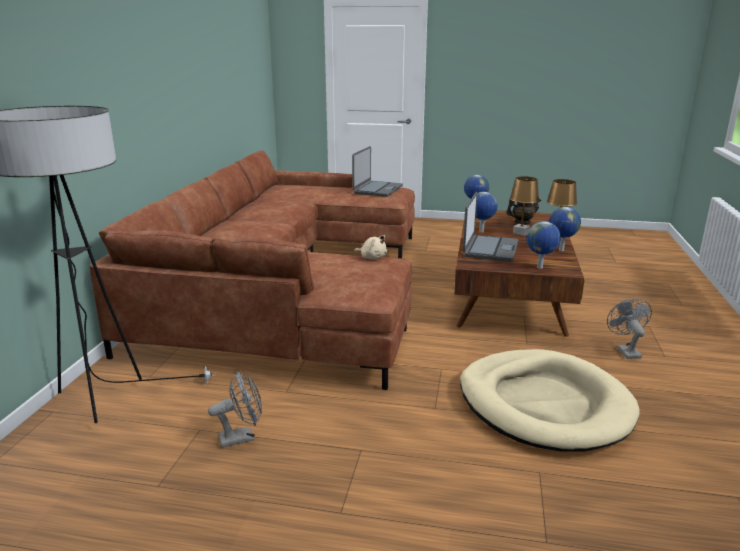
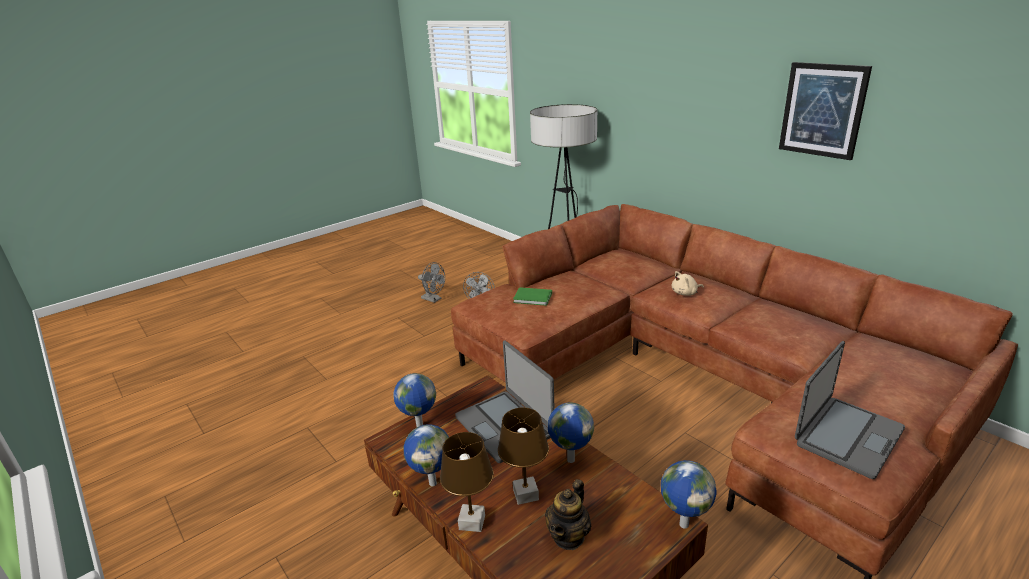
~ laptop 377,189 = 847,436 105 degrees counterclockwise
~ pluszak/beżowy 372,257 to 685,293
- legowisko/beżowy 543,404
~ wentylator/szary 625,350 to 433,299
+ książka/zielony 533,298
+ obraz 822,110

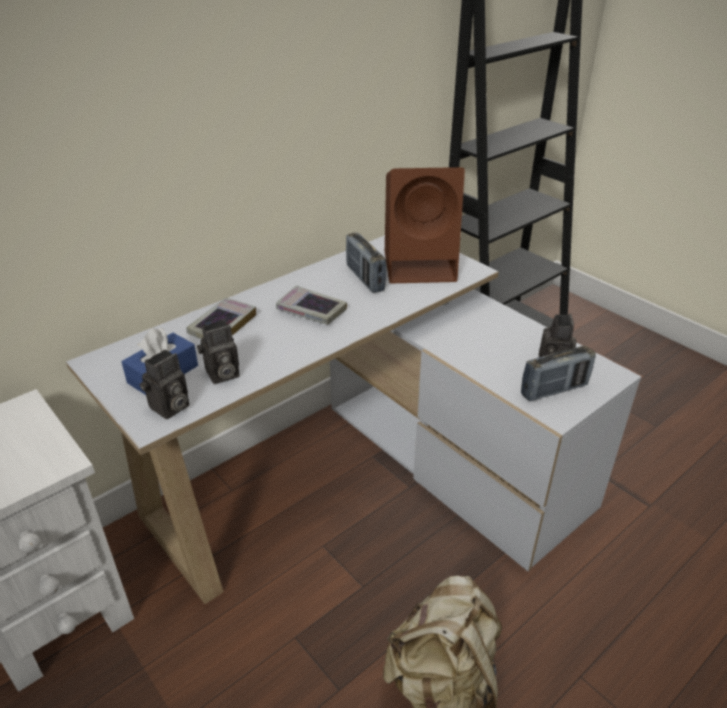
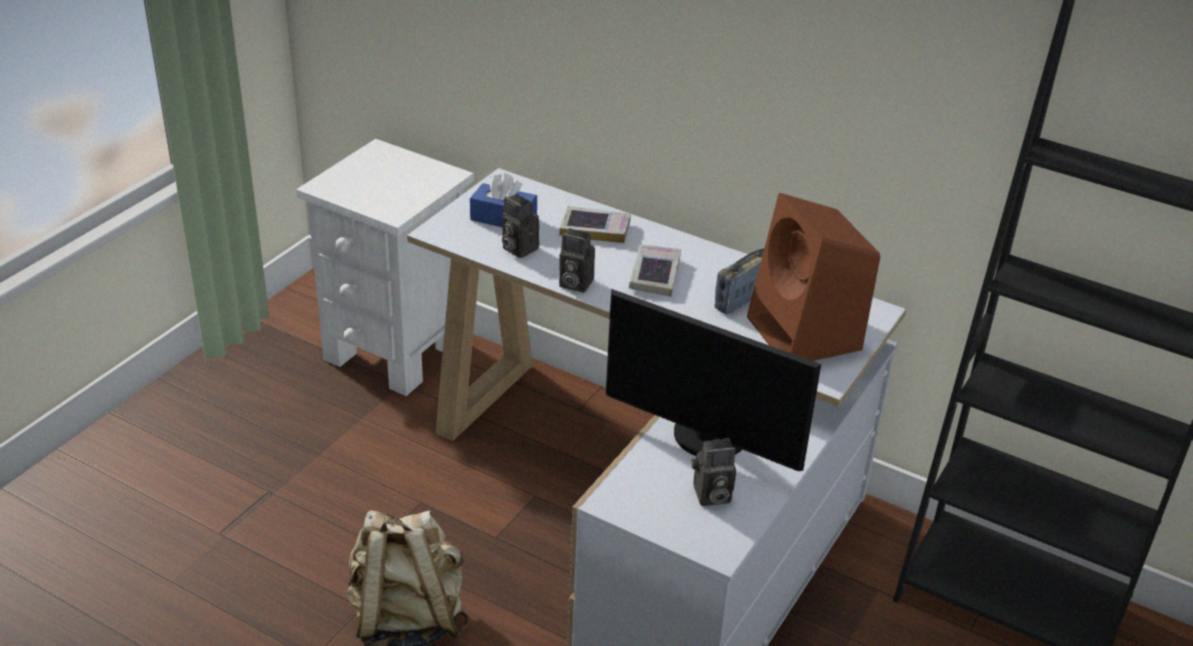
~ aparat fotograficzny 169,408 to 573,283
- radio 554,390
+ monitor 707,439

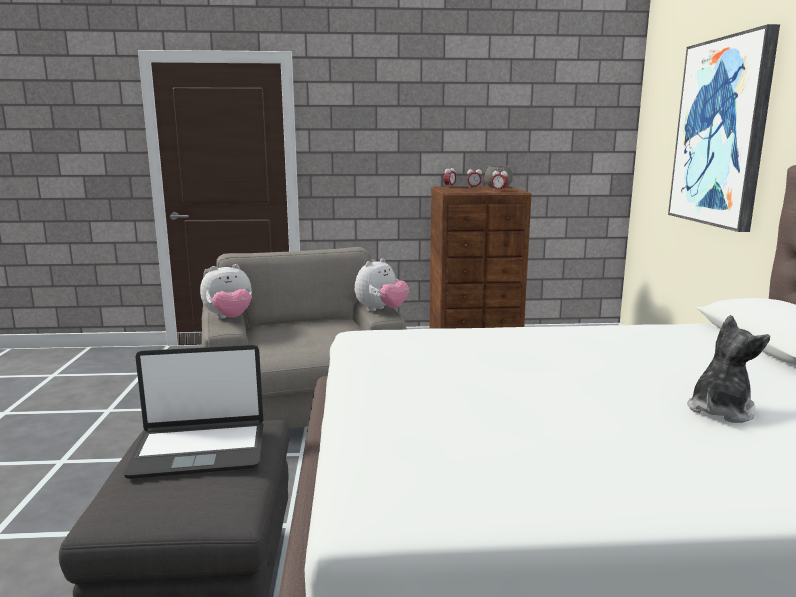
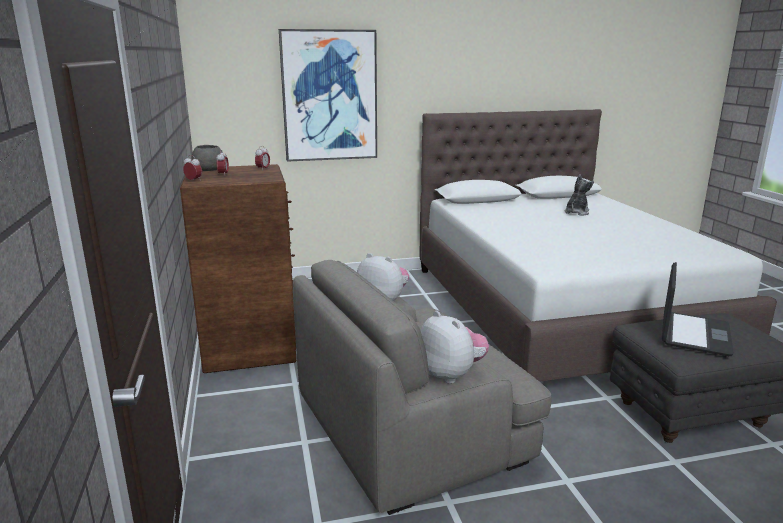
~ laptop 199,450 = 694,334 45 degrees clockwise
~ pluszak 719,410 = 576,212 90 degrees clockwise

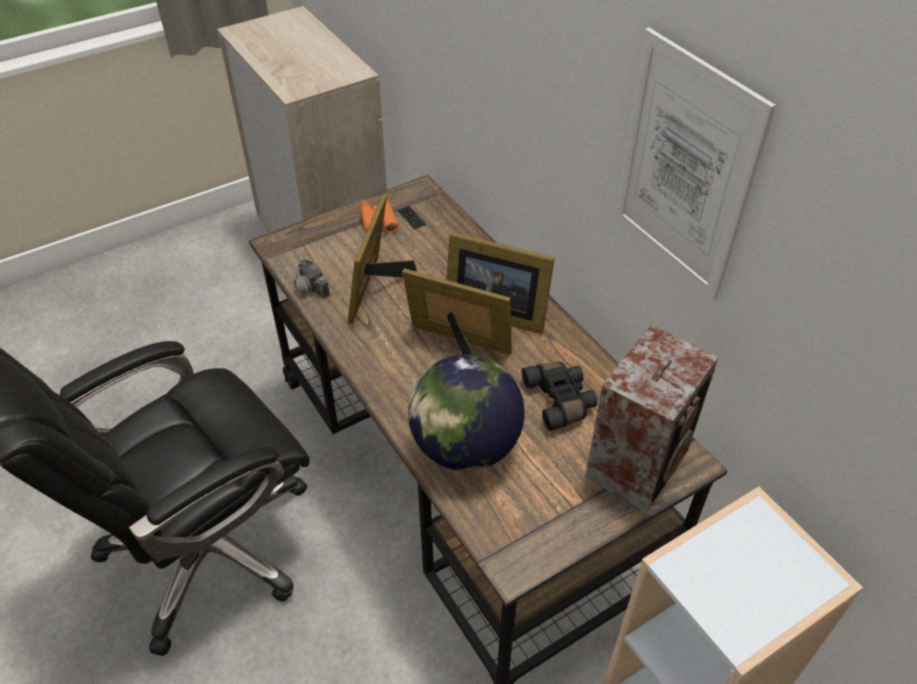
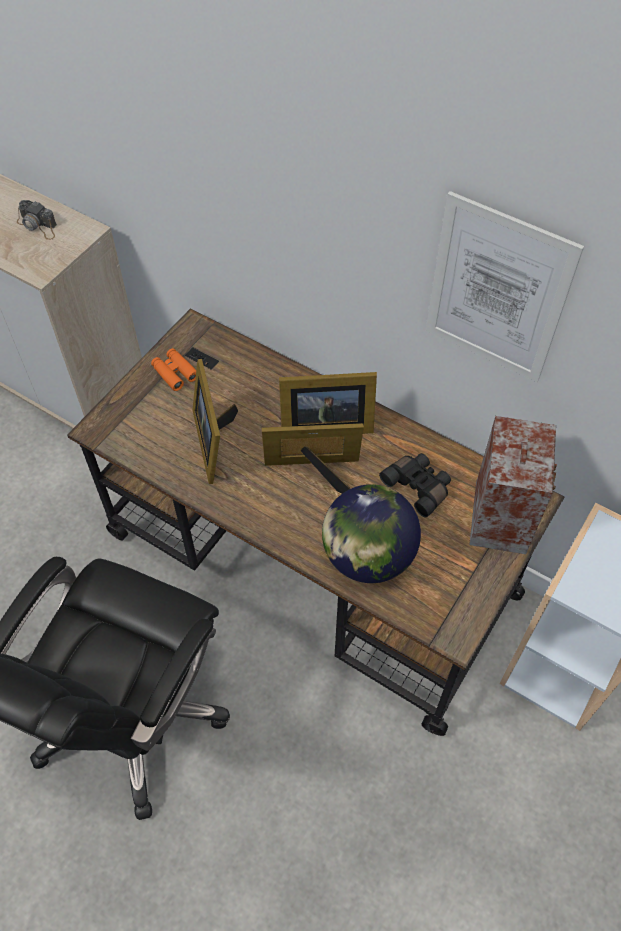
~ aparat fotograficzny 311,291 to 38,226

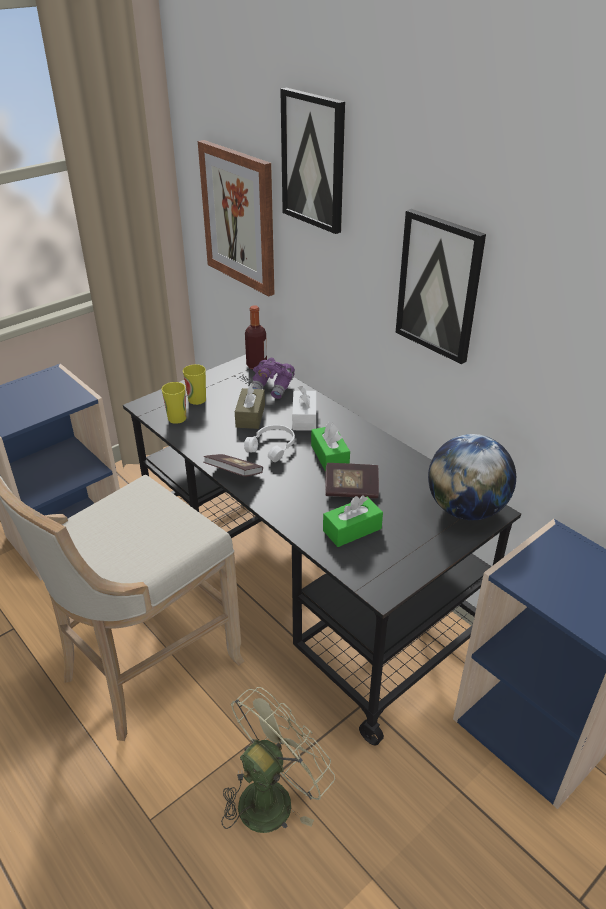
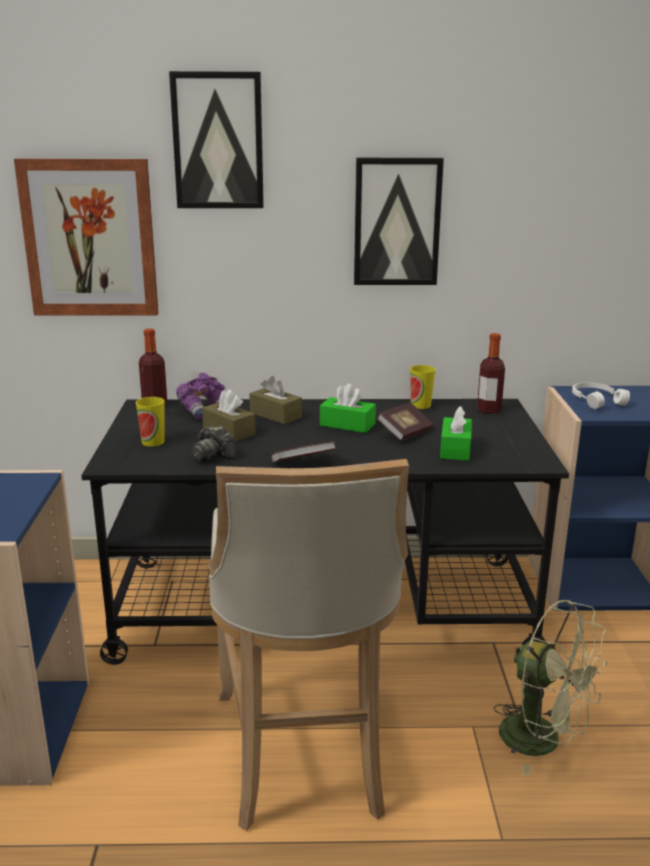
~ filiżanka 177,418 to 420,405
~ wentylator/zielony 272,795 = 543,741 135 degrees clockwise
~ słuchawki/biały 273,447 to 596,401
~ pudełko chusteczek/biały 304,418 to pudełko chusteczek/brązowy 275,415
~ globus 465,509 to butelka 489,410
+ aparat fotograficzny 212,456

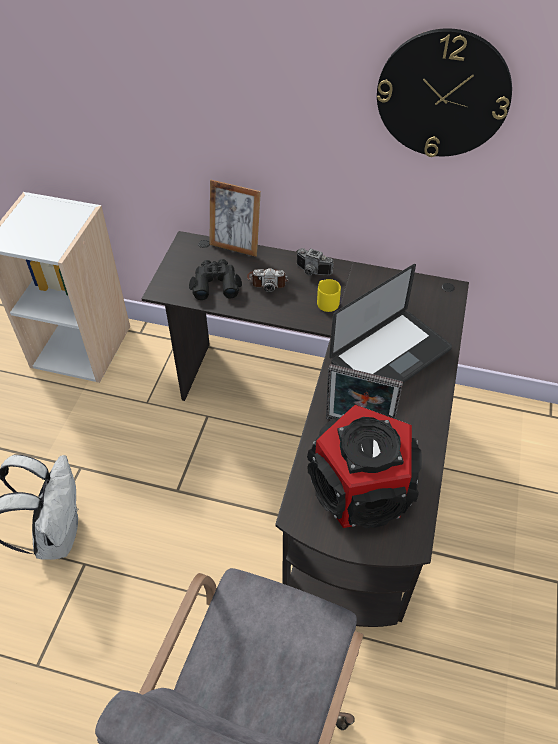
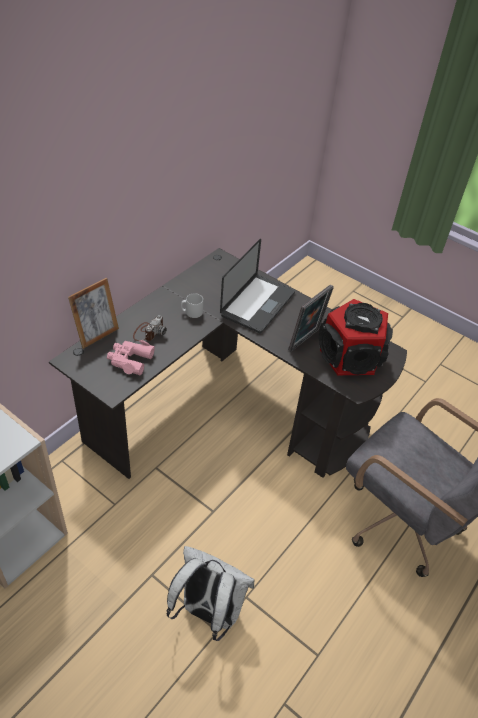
~ lornetka/czarny 215,283 to lornetka/różowy 130,360
- aparat fotograficzny 311,272
~ kubek/żółty 326,302 to kubek/szary 191,312
~ laptop 390,356 = 258,304 45 degrees clockwise
- zegar ścienny 443,95

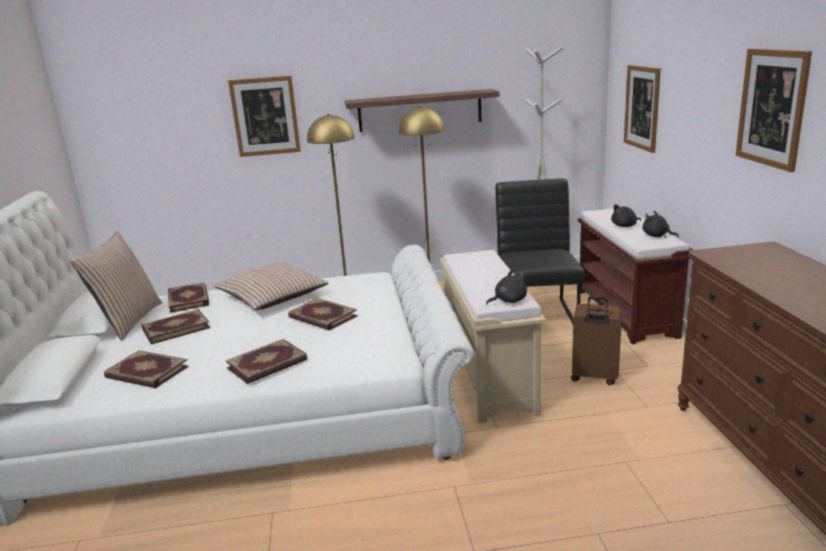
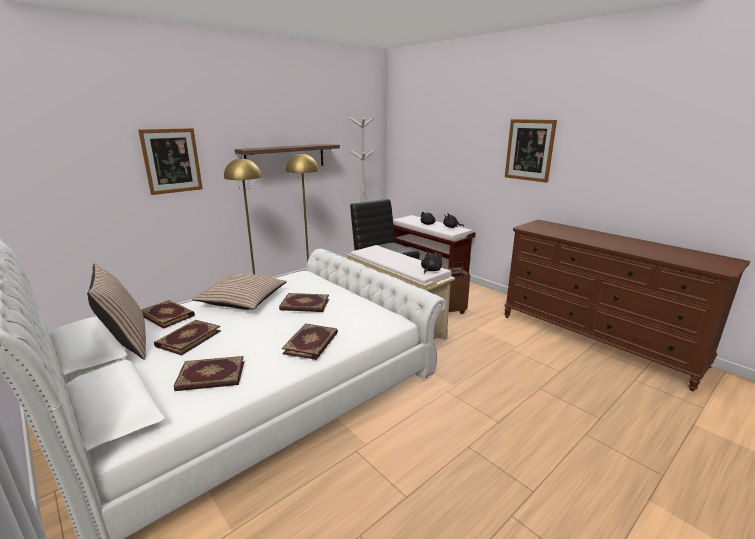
- obraz 642,107

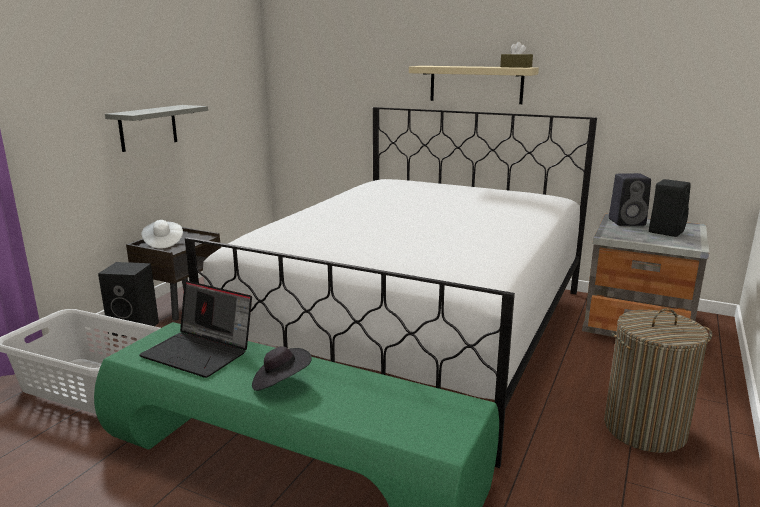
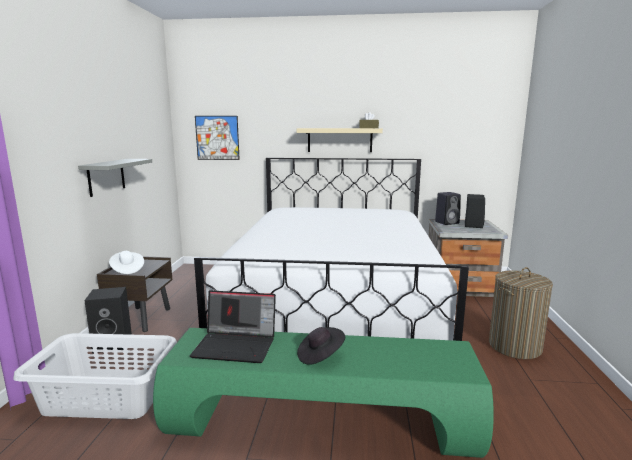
+ obraz 217,138

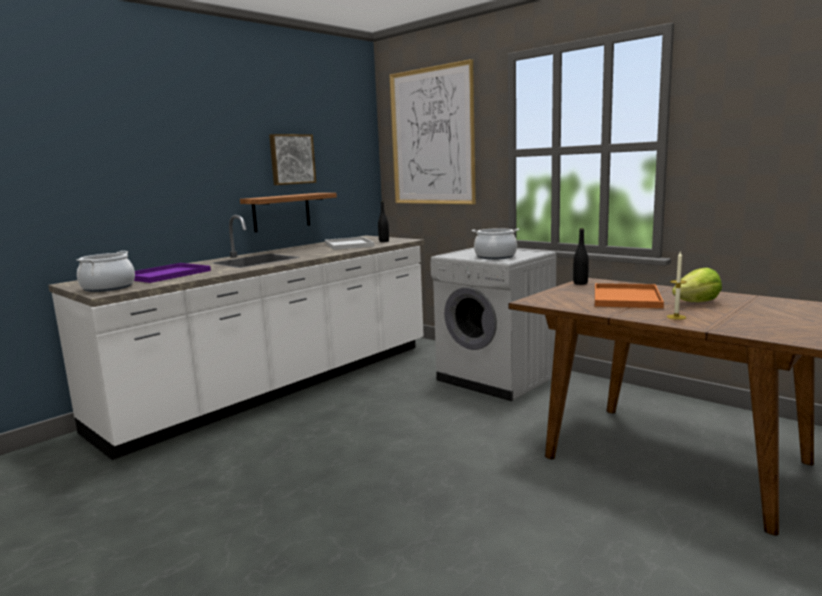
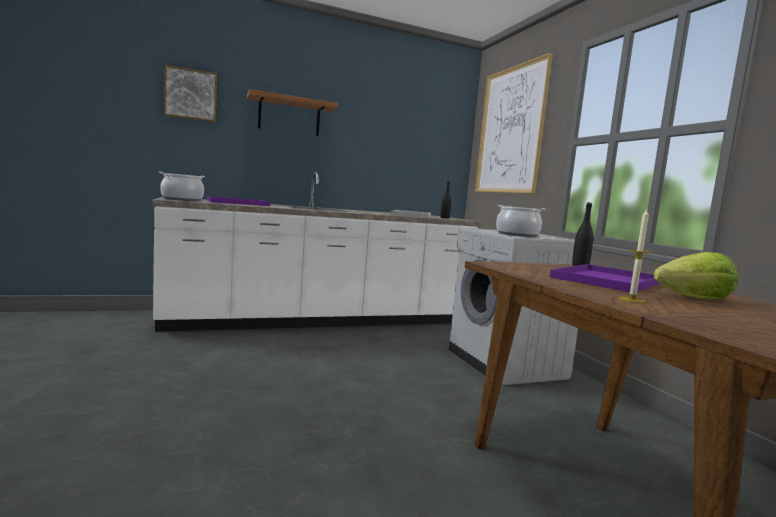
~ półka 281,212 to 289,116
~ obraz 291,159 to 191,94
~ taca/pomarańczowy 625,297 to taca/fioletowy 606,280

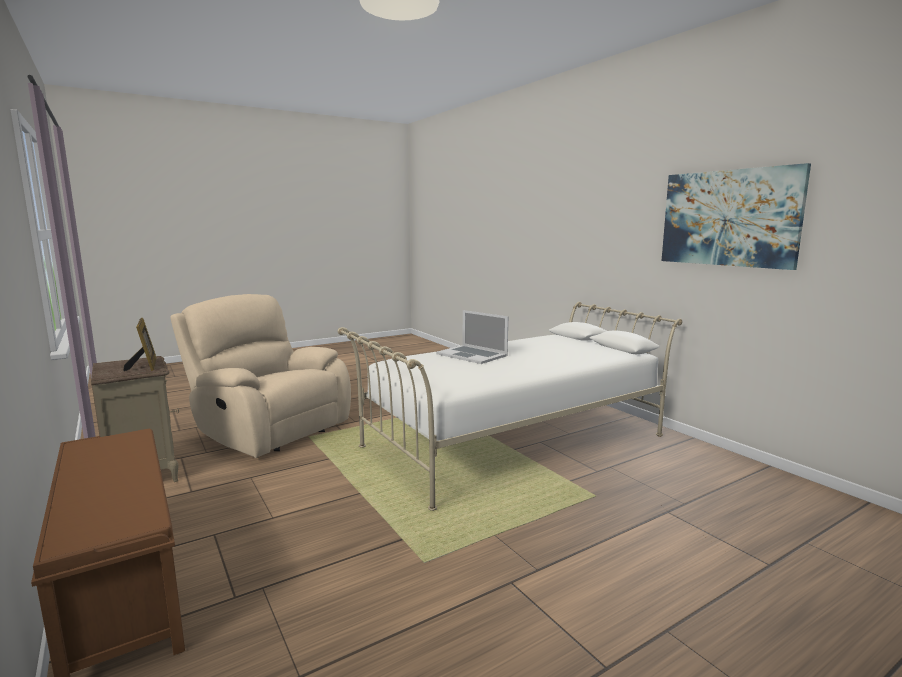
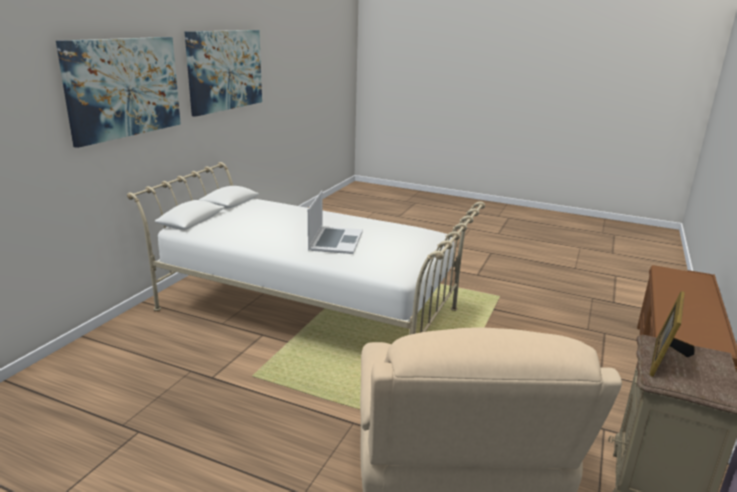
+ obraz 124,87

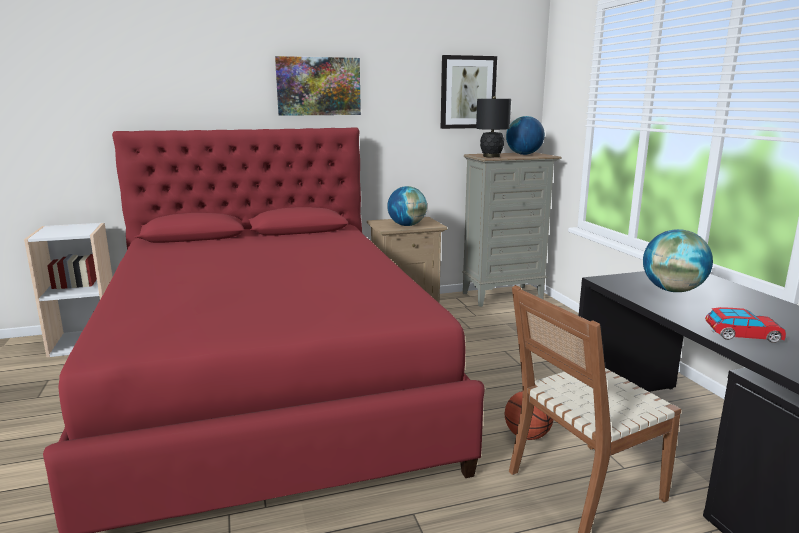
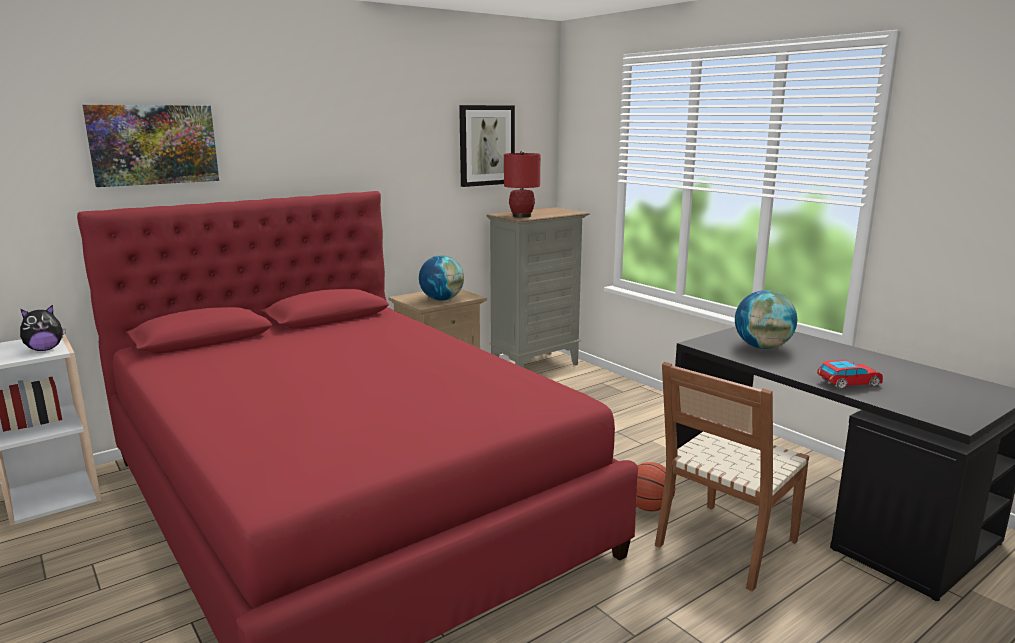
~ obraz 318,86 to 154,144
~ lampa stołowa/czarny 491,156 to lampa stołowa/czerwony 521,216
- globus 523,154
+ pluszak 45,349

